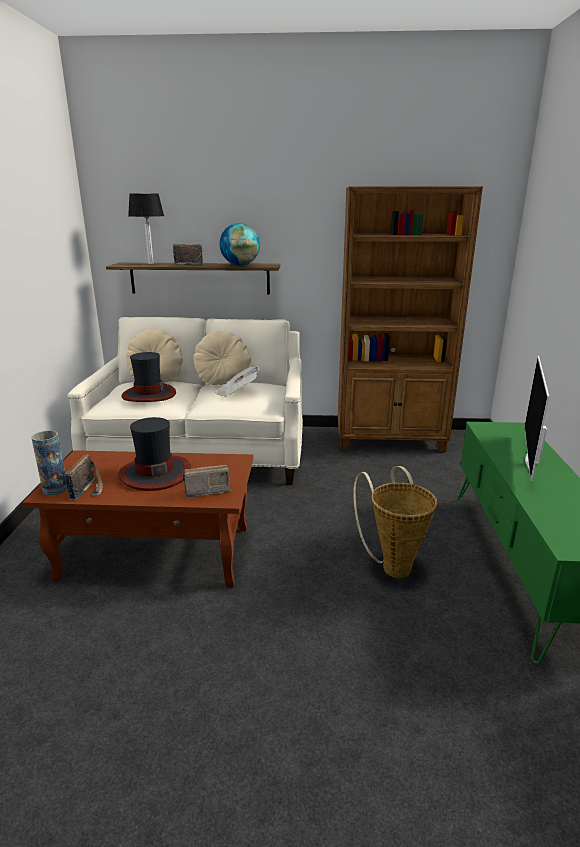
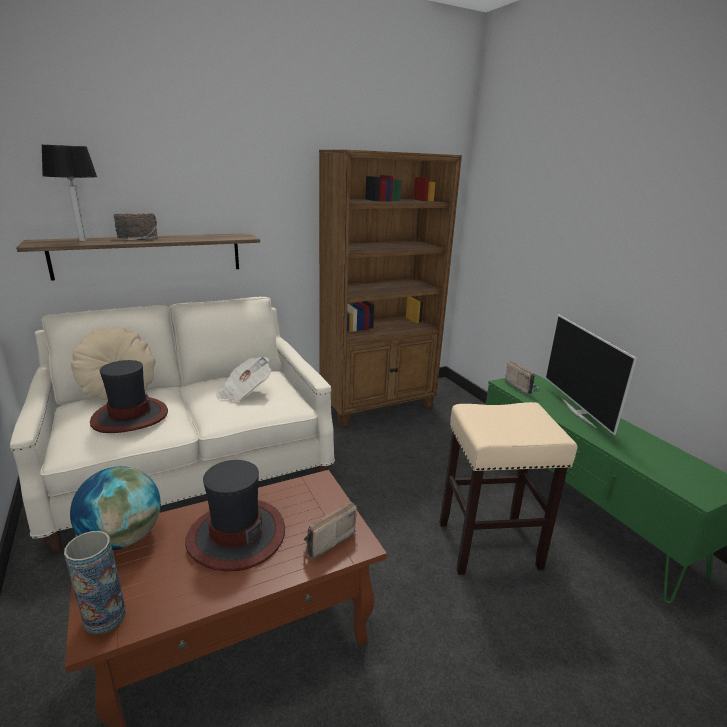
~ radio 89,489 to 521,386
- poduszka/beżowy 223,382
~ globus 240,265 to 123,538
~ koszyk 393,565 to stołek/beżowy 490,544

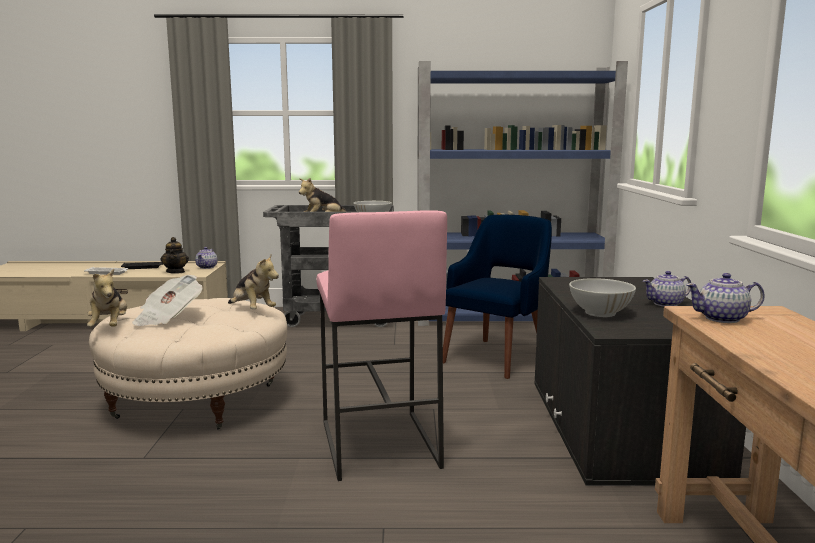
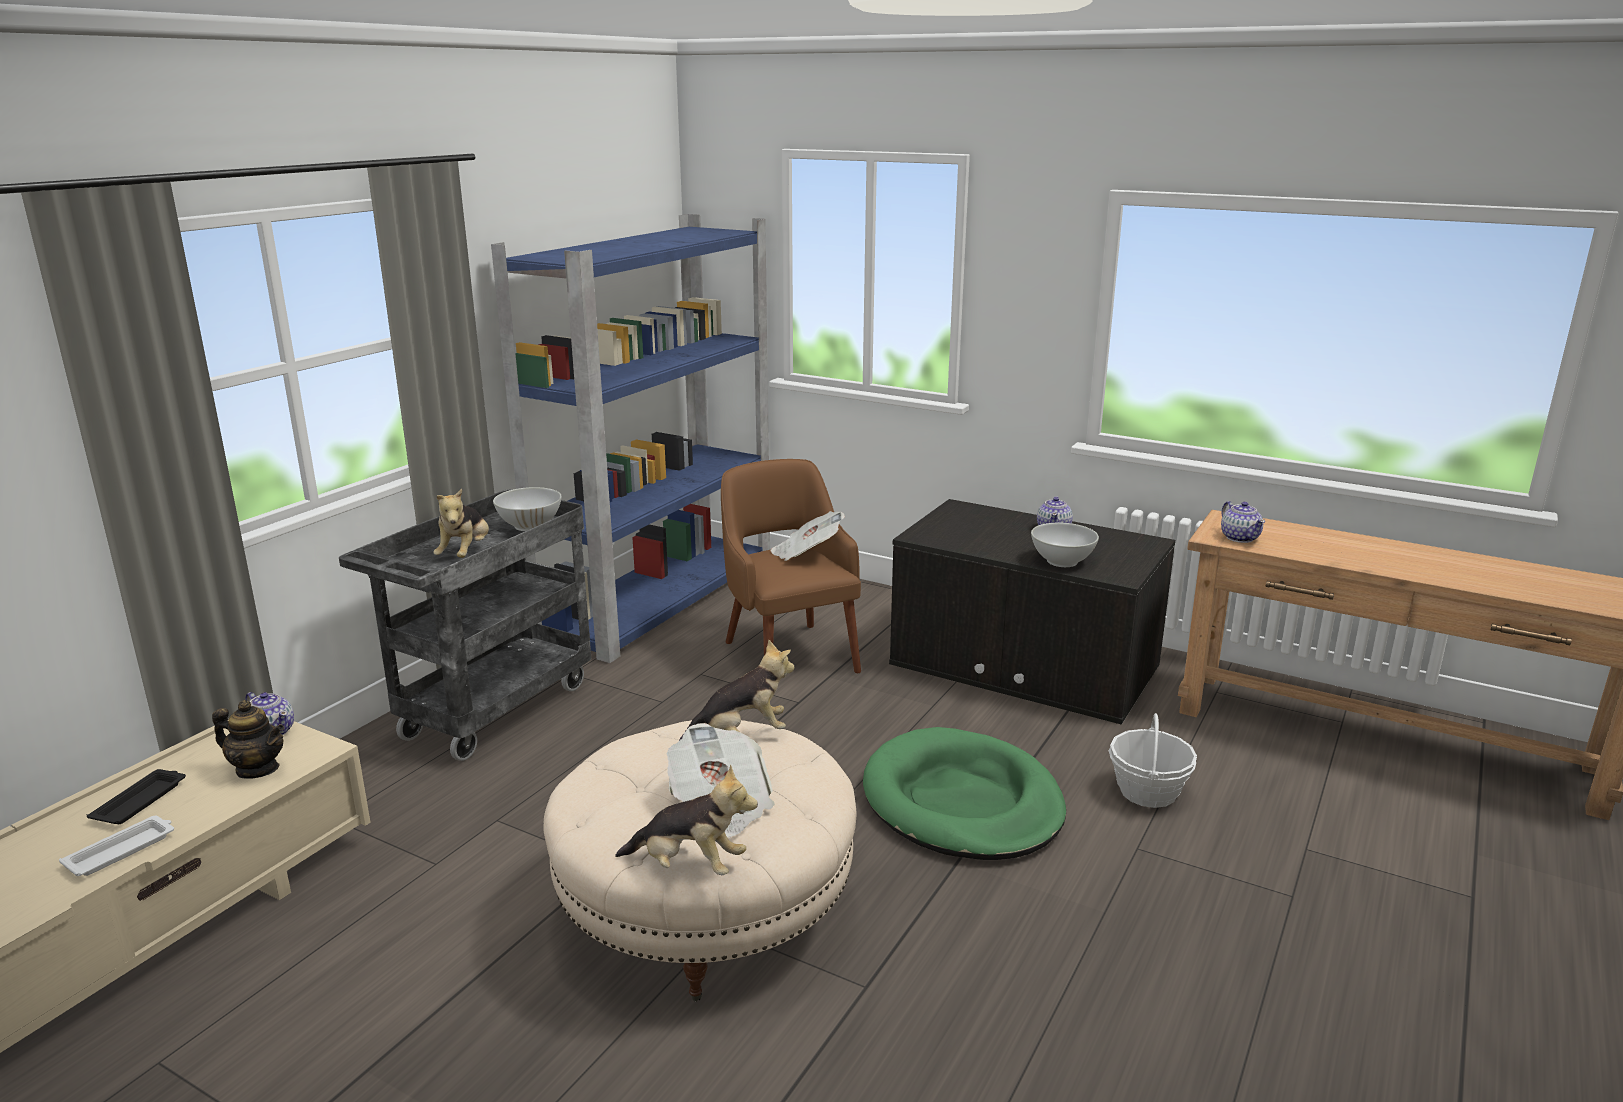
~ stołek/różowy 377,444 to legowisko/zielony 962,802
~ fotel/niebieski 496,357 to fotel/brązowy 789,655
~ imbryk 723,318 = 1240,537 45 degrees counterclockwise
+ gazeta 806,554
+ koszyk 1147,792

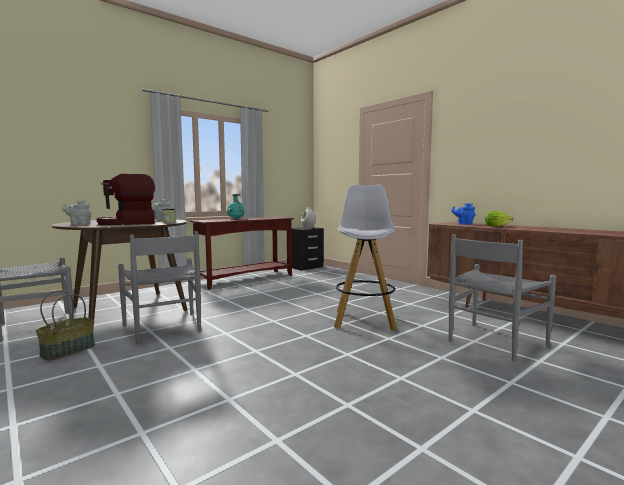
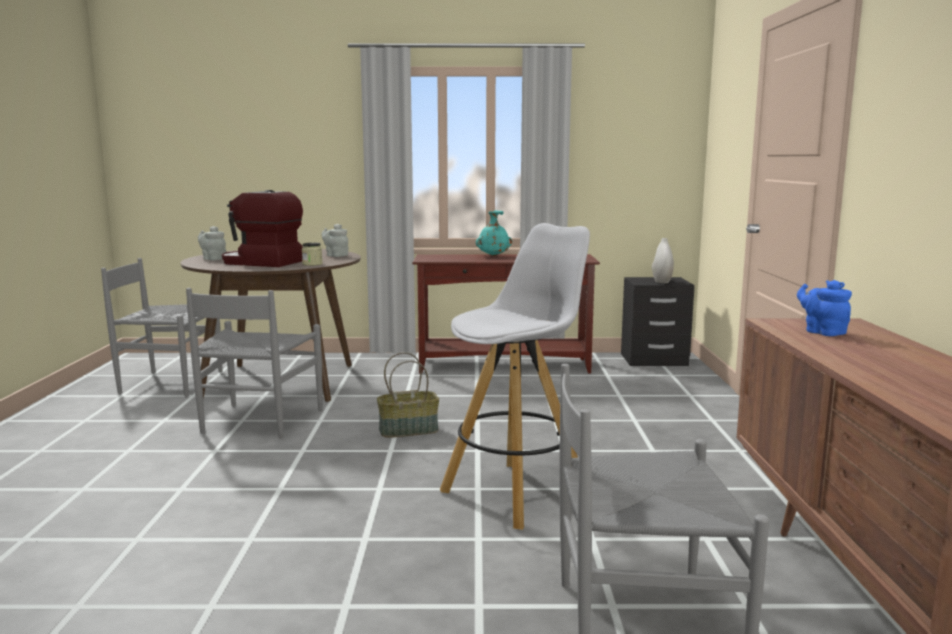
~ koszyk 68,350 to 409,430
- sałata 498,226

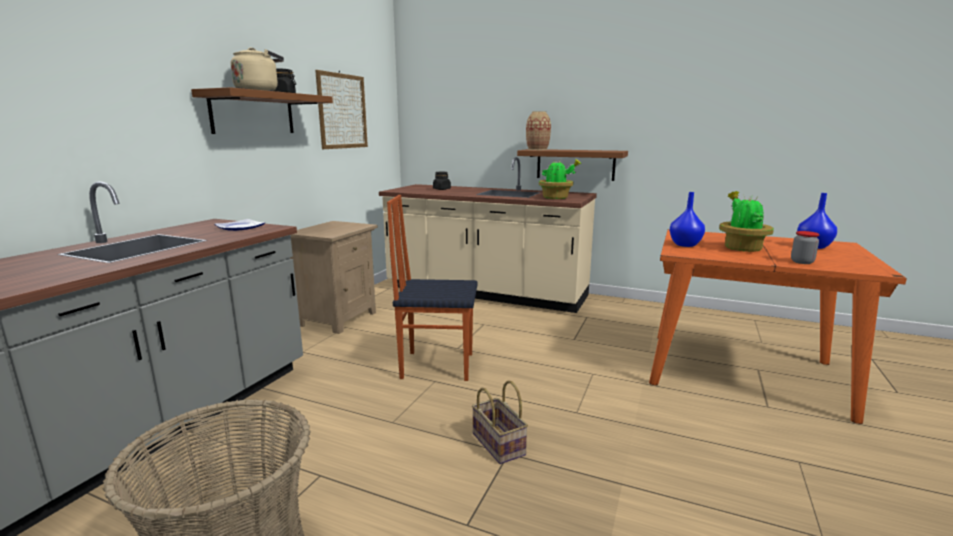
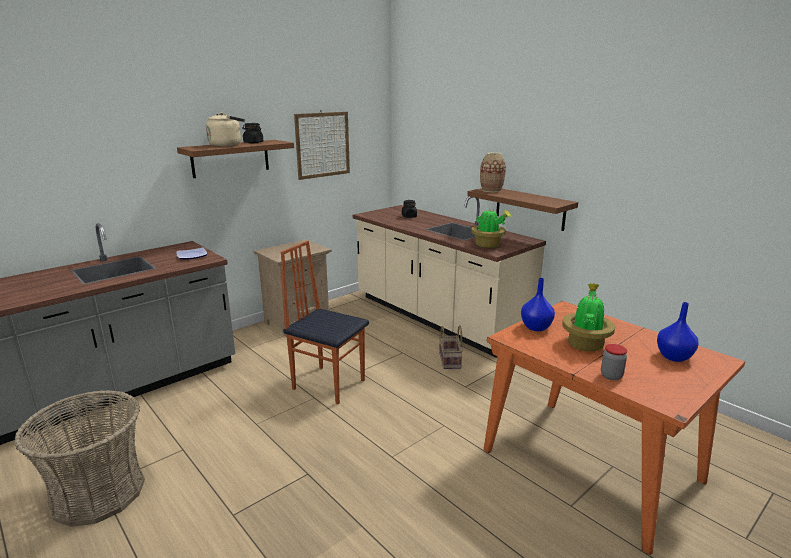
~ koszyk 500,444 to 450,361

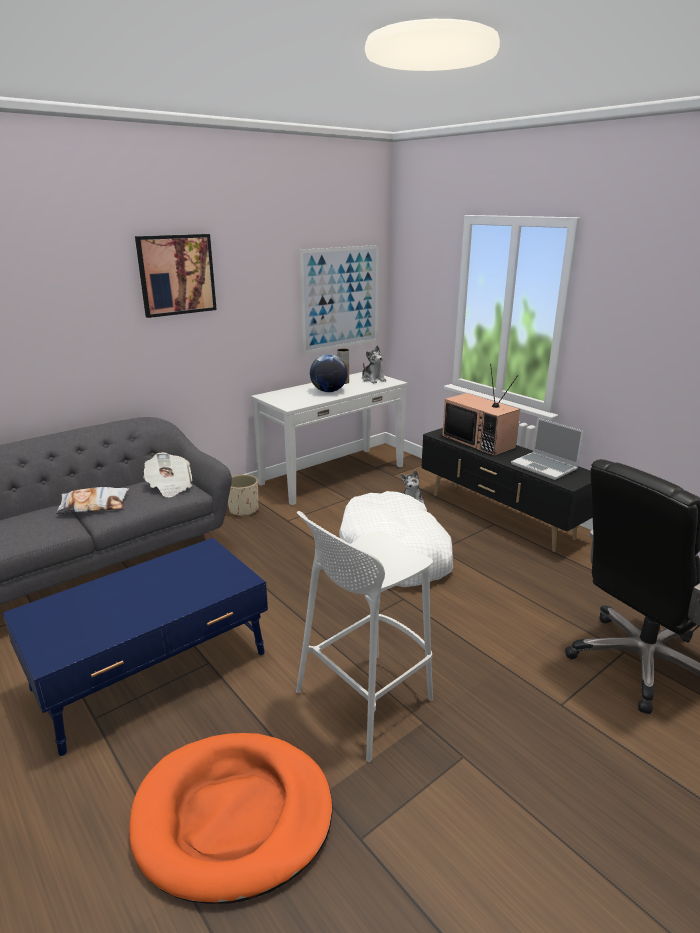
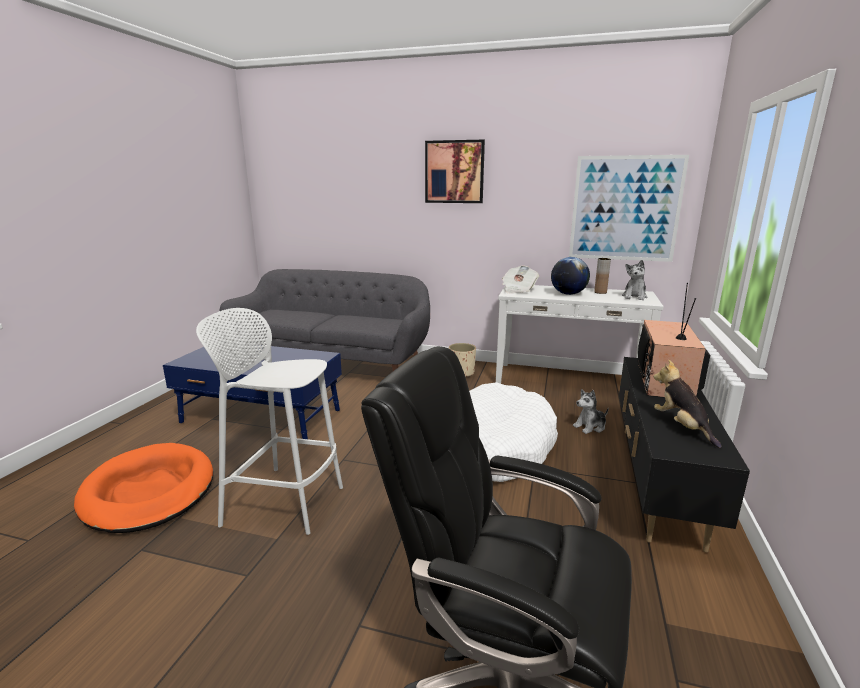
- poduszka 94,505
~ gazeta 169,486 to 518,290
~ laptop 545,467 to pluszak 682,427

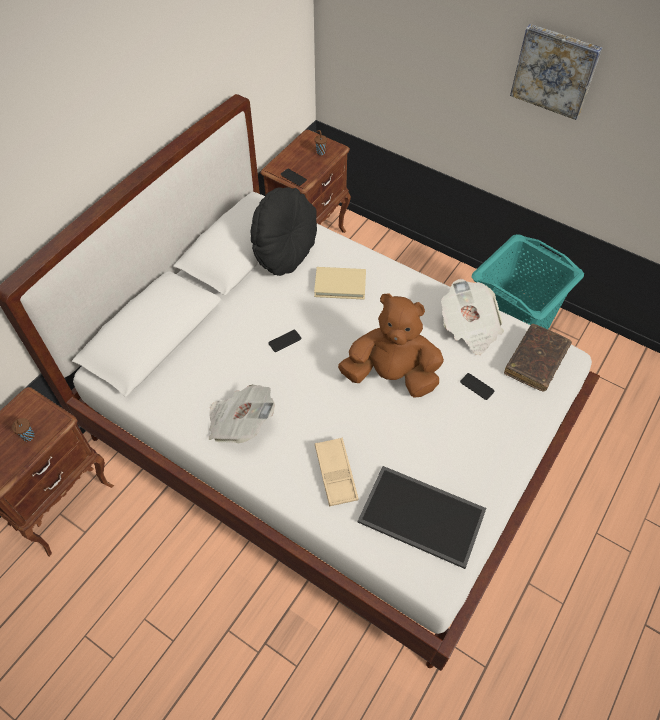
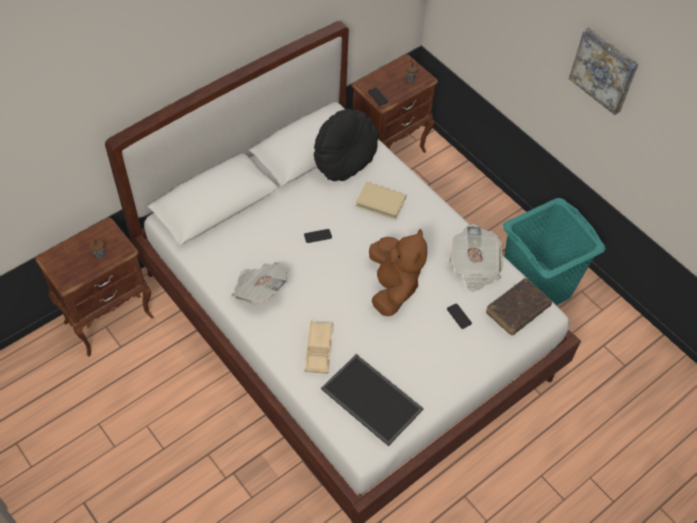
~ pluszak/brązowy 391,375 = 393,287 60 degrees clockwise

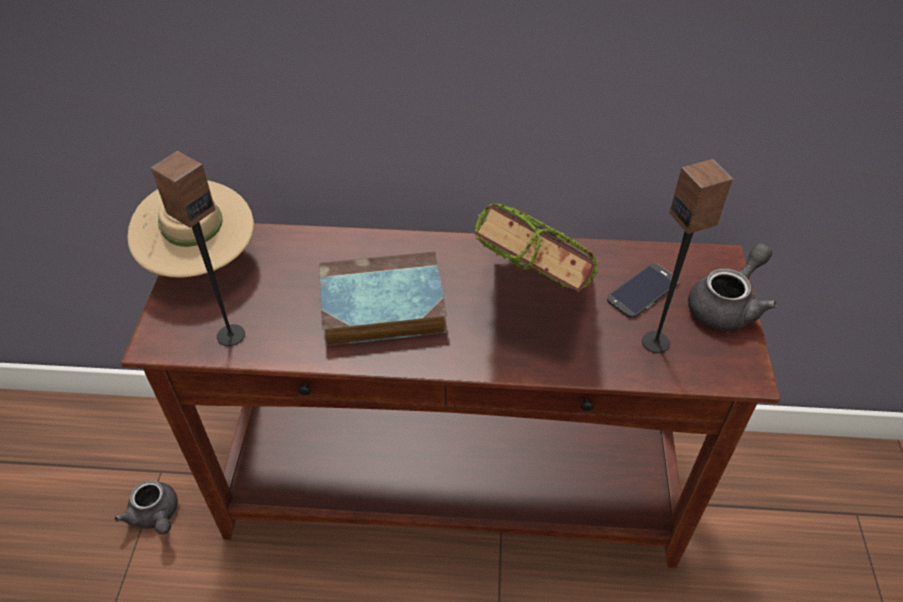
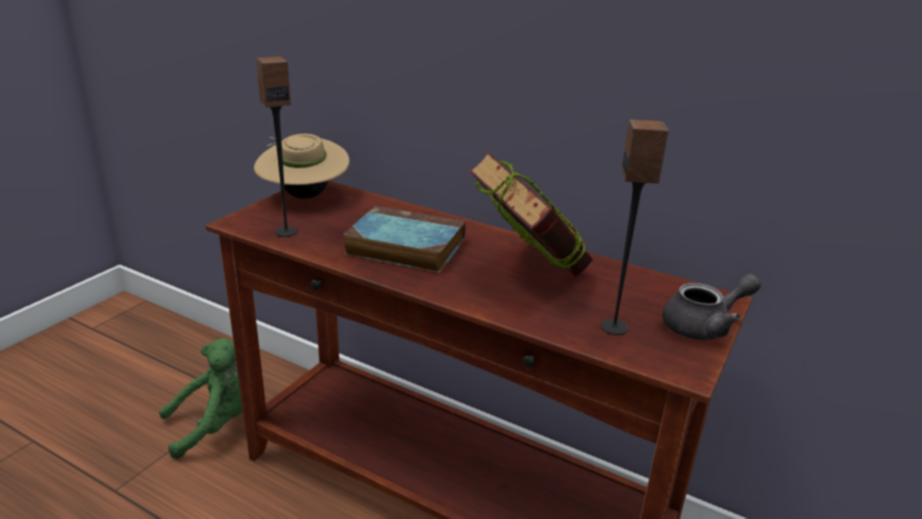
~ imbryk/szary 156,516 to pluszak/zielony 215,425
- telefon 643,291

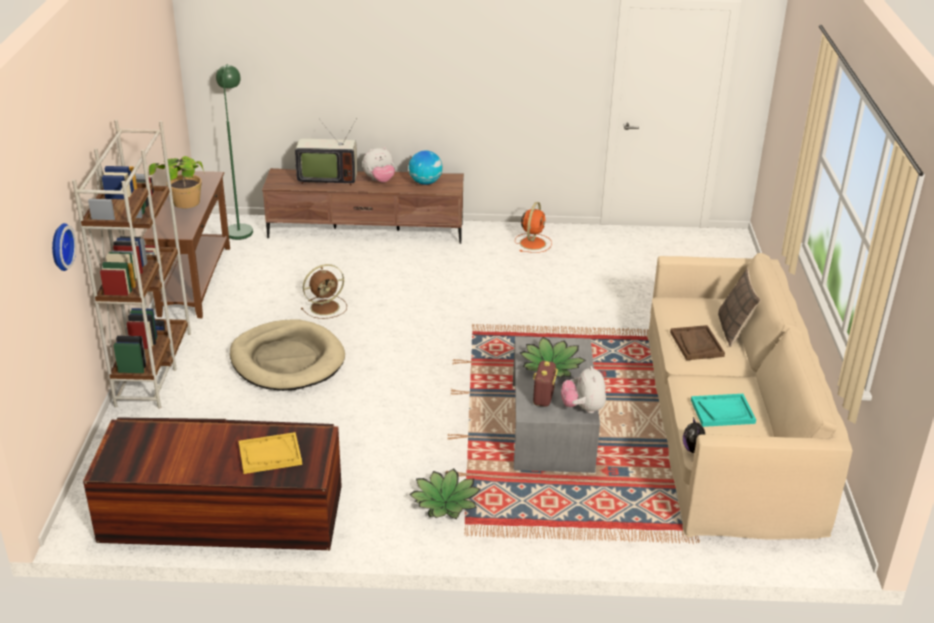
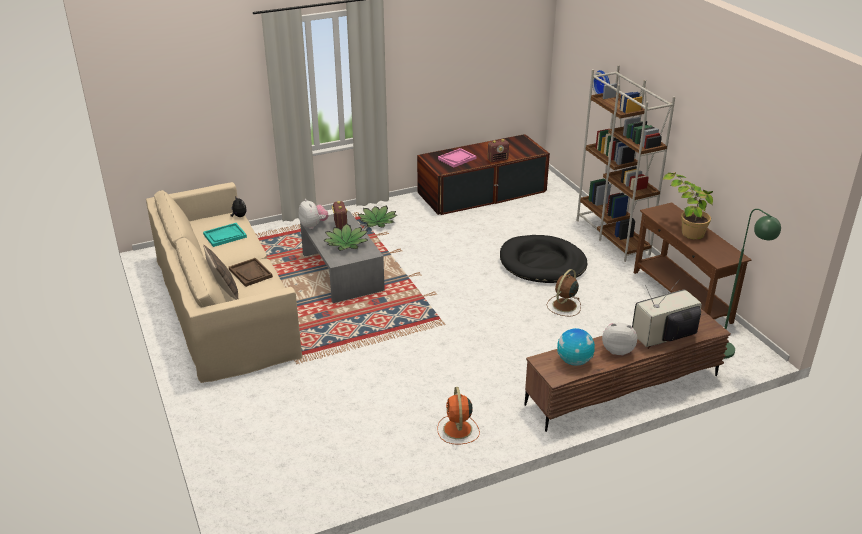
~ legowisko/beżowy 287,360 to legowisko/czarny 542,263
~ taca/żółty 270,455 to taca/różowy 457,159
~ pluszak 379,180 = 617,350 60 degrees clockwise
+ radio 498,159

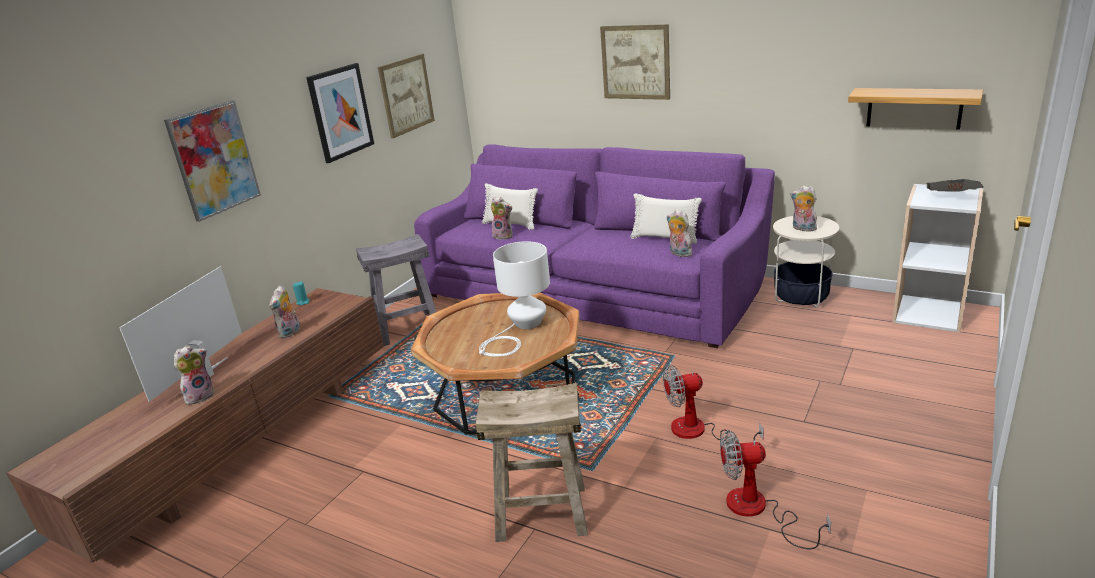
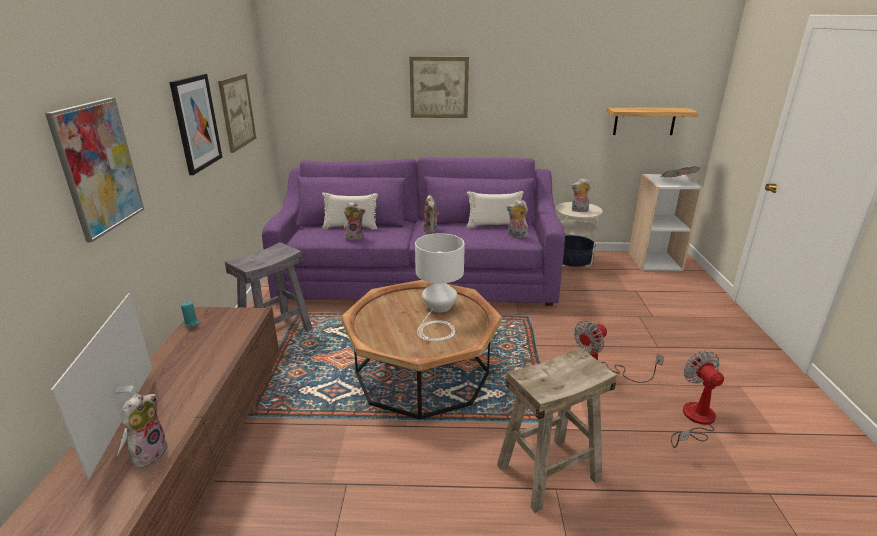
~ pluszak 290,333 to 431,230
~ wentylator 758,510 = 695,420 105 degrees clockwise

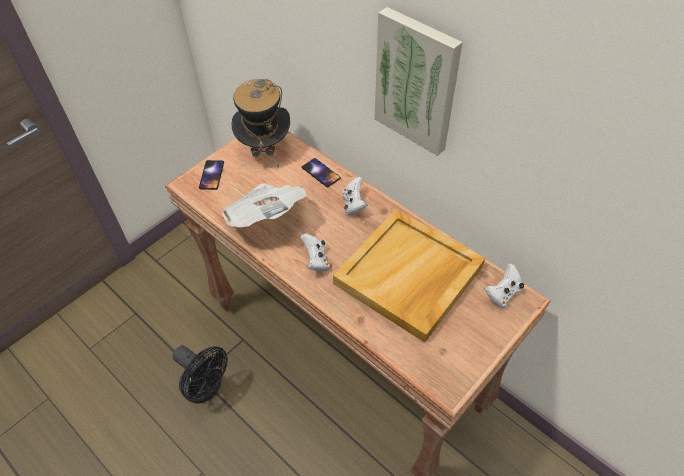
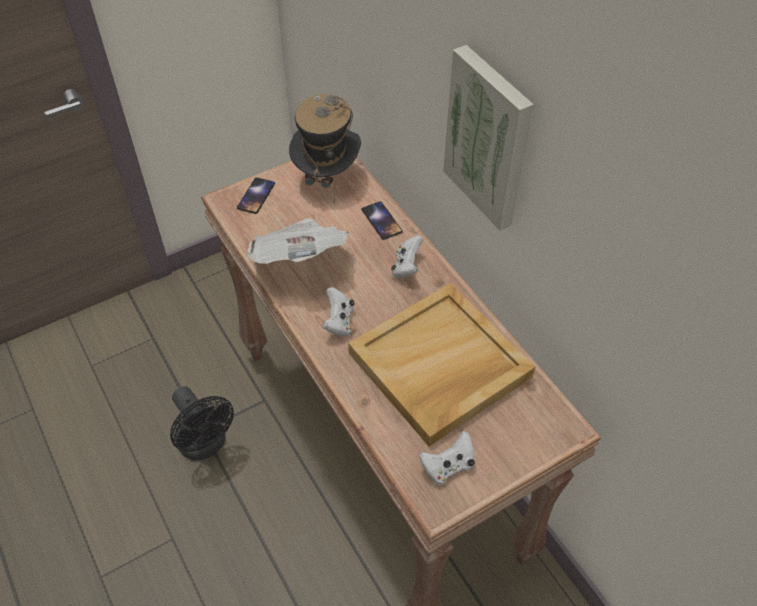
~ pad do gier/biały 502,294 to 448,466

